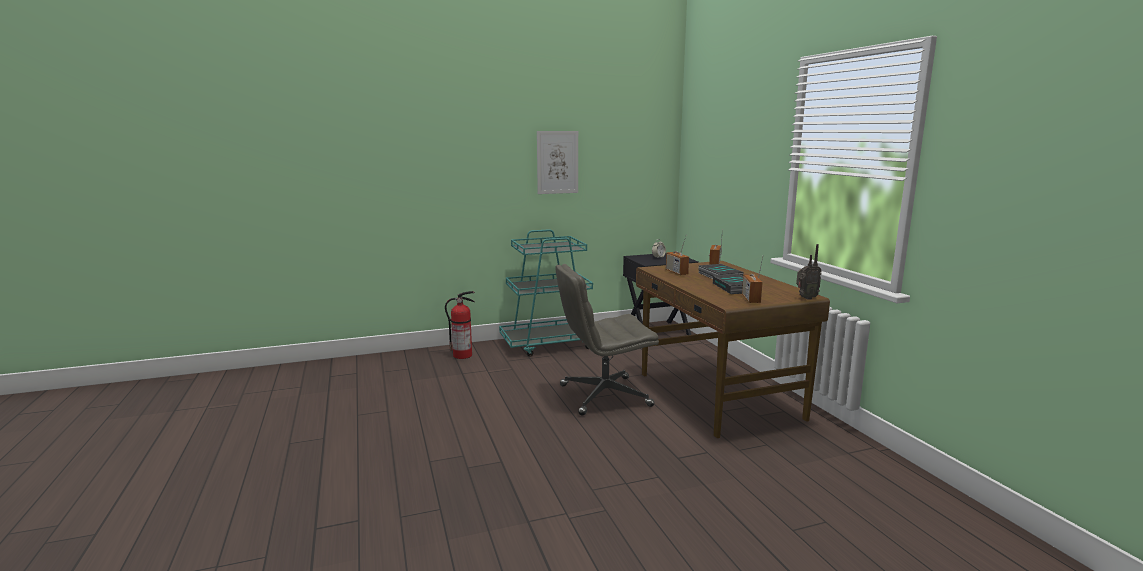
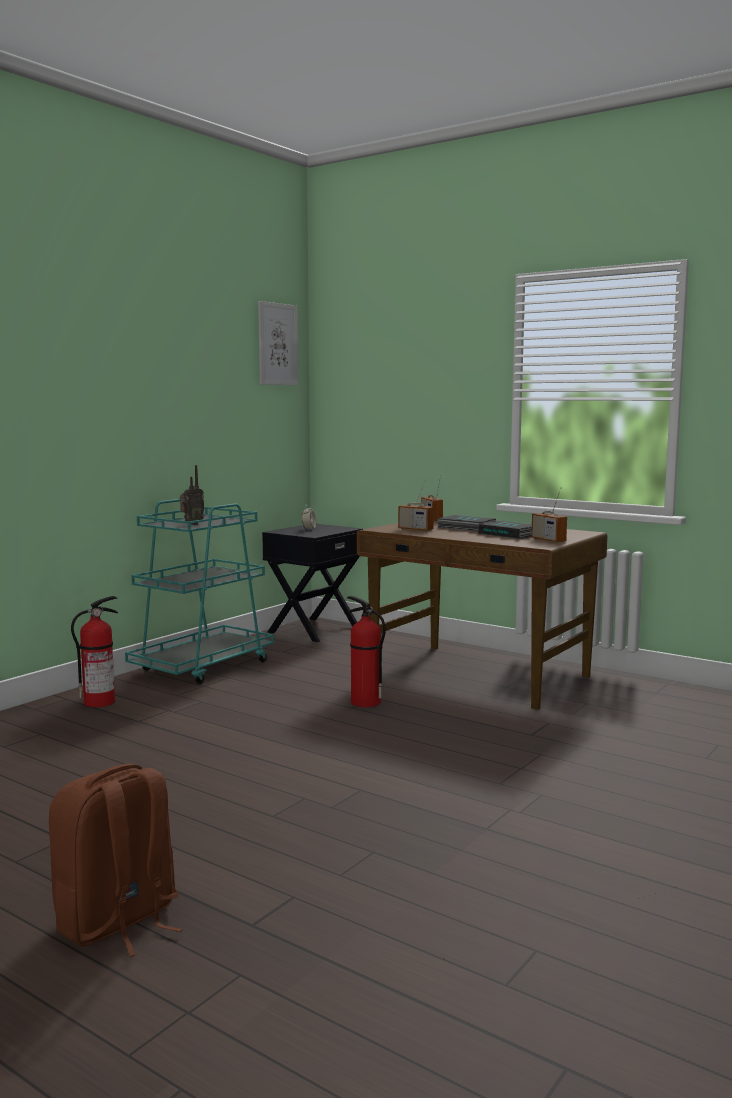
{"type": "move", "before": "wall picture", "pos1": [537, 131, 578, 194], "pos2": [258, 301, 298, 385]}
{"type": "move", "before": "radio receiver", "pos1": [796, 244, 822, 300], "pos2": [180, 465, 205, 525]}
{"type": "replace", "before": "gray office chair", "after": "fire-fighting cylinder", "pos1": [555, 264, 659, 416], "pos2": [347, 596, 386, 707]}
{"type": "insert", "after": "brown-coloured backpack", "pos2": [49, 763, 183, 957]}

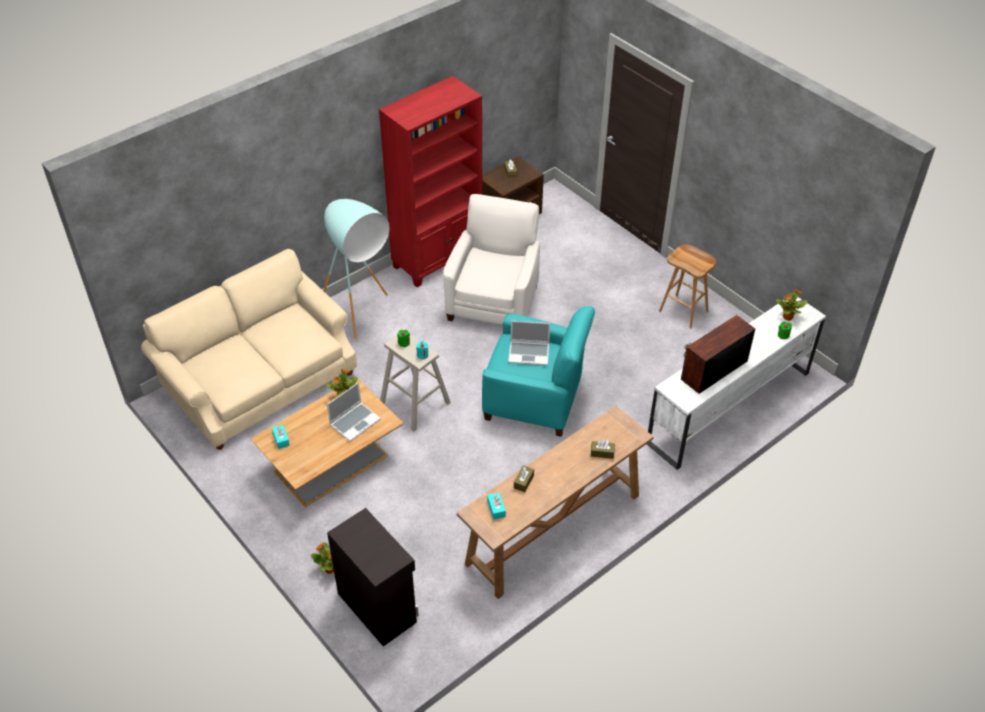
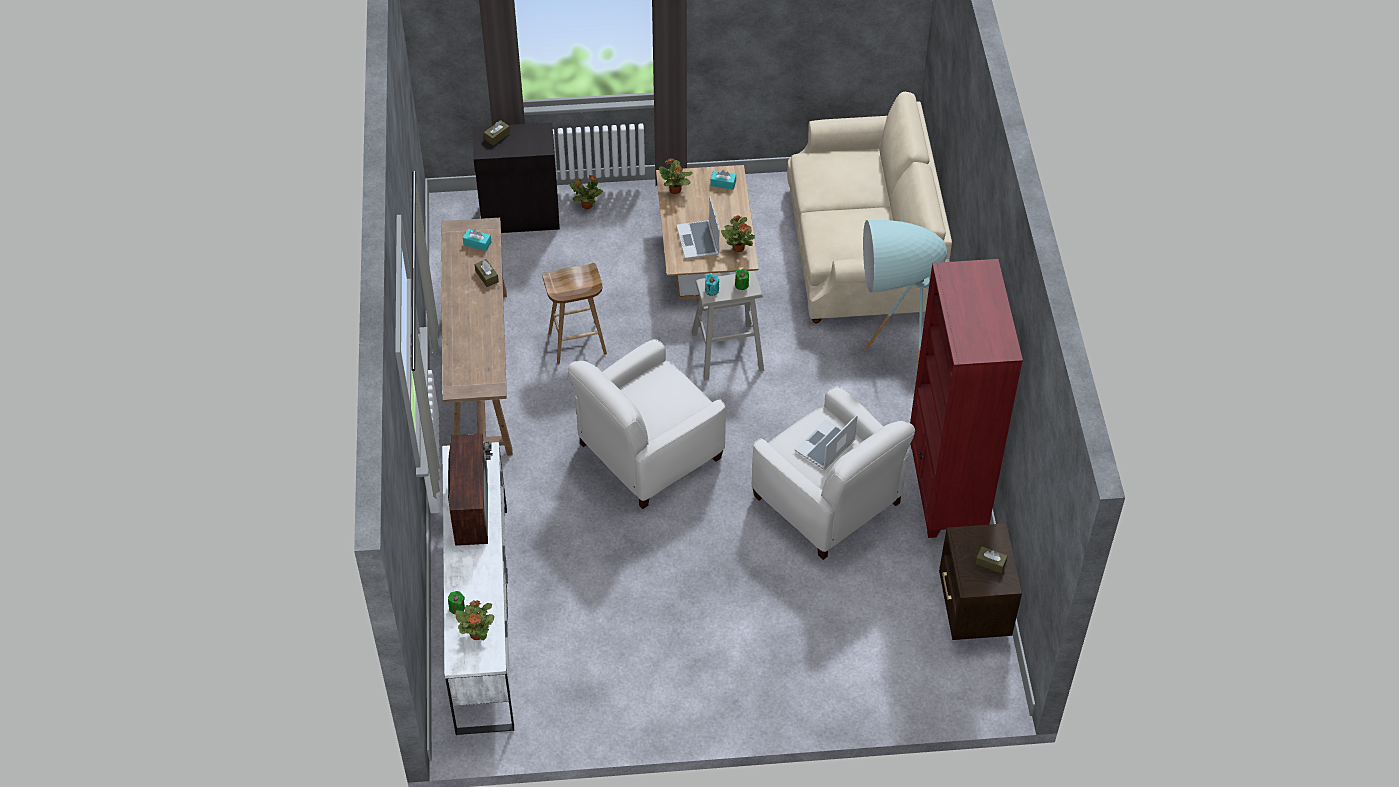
{"type": "move", "before": "brown-coloured stool seat", "pos1": [659, 245, 716, 329], "pos2": [542, 263, 607, 364]}
{"type": "recolor", "before": "turquoise armchair", "after": "white-coloured armchair", "pos1": [482, 306, 595, 437], "pos2": [568, 339, 726, 509]}
{"type": "move", "before": "portable computer", "pos1": [508, 321, 550, 366], "pos2": [795, 415, 858, 470]}
{"type": "move", "before": "brown-coloured box of tissues", "pos1": [591, 440, 615, 459], "pos2": [484, 120, 510, 146]}
{"type": "insert", "after": "plant in a pot", "pos2": [659, 158, 693, 194]}

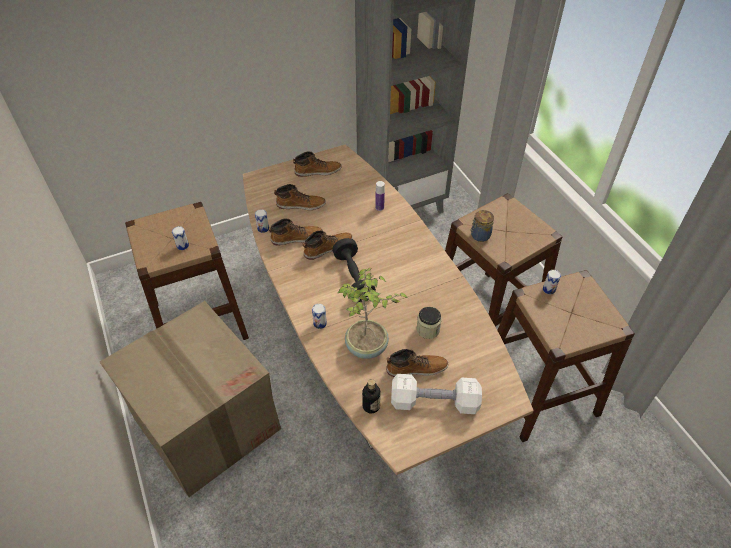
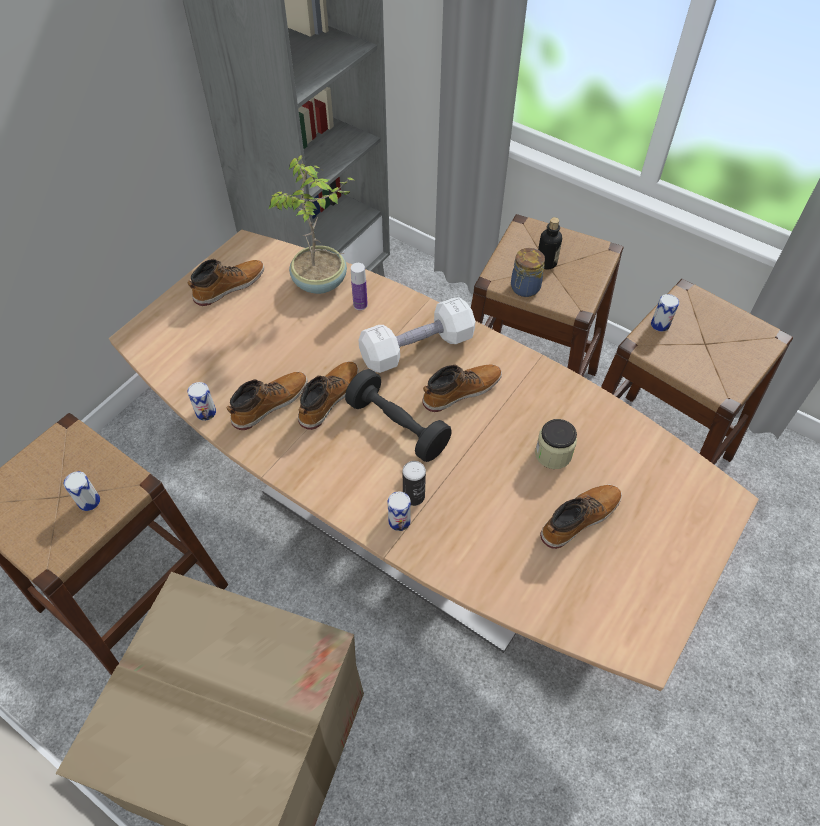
{"type": "move", "before": "tall boot", "pos1": [274, 184, 326, 210], "pos2": [422, 364, 502, 412]}
{"type": "move", "before": "plant in a pot", "pos1": [337, 268, 408, 359], "pos2": [268, 155, 356, 294]}
{"type": "move", "before": "white-coloured hand weight", "pos1": [391, 374, 482, 414], "pos2": [358, 297, 476, 373]}
{"type": "move", "before": "beverage bottle", "pos1": [362, 379, 381, 413], "pos2": [538, 217, 562, 269]}
{"type": "insert", "after": "sealed can", "pos2": [403, 461, 426, 506]}

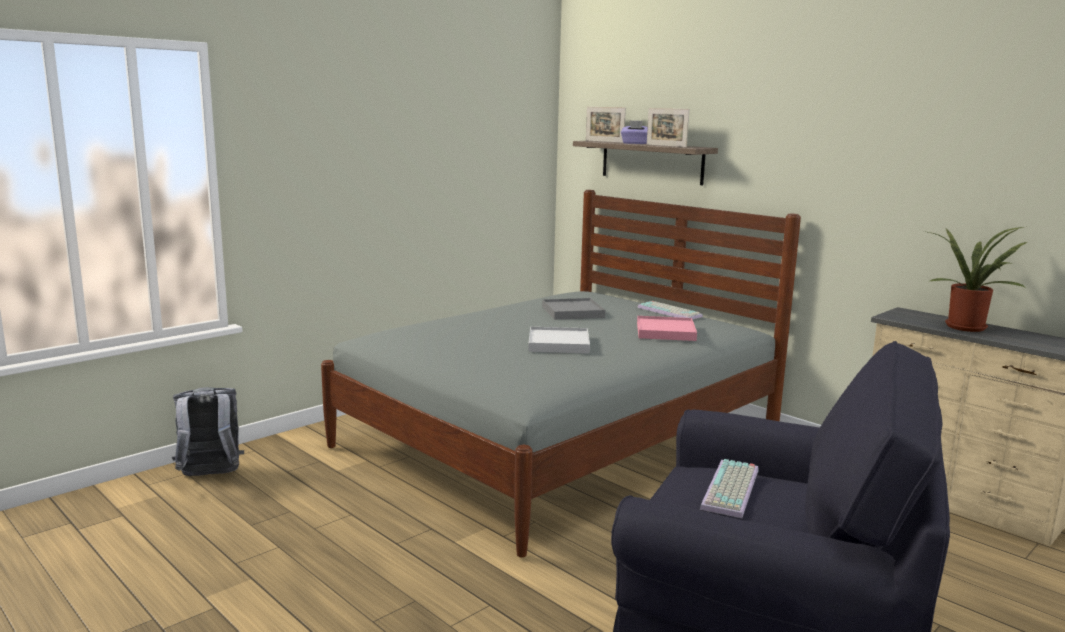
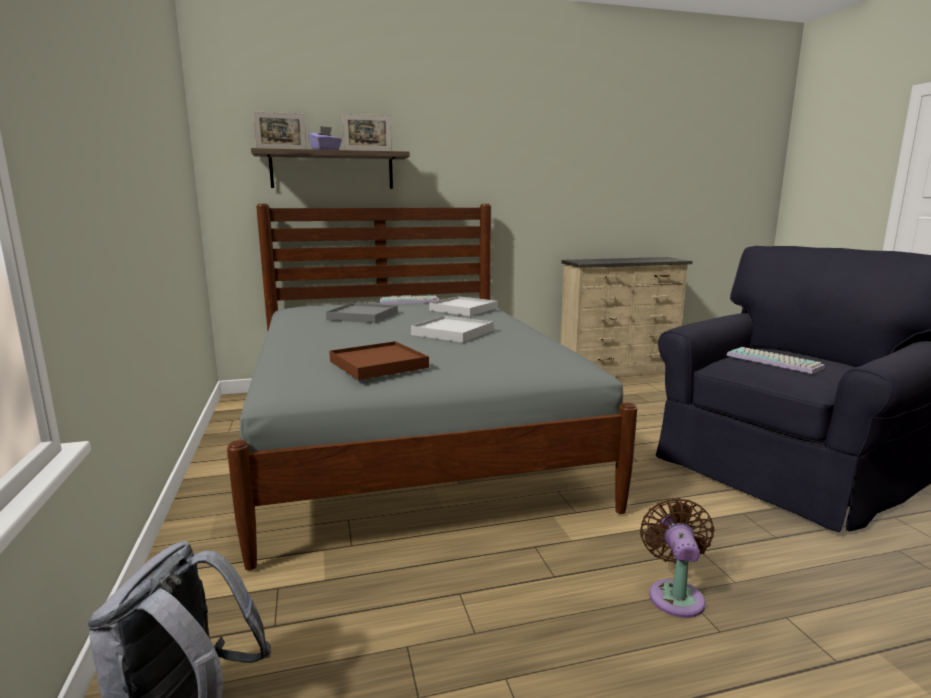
{"type": "delete", "before": "plant in a pot", "pos1": [924, 227, 1027, 332]}
{"type": "recolor", "before": "pink-coloured carrying tray", "after": "white-coloured carrying tray", "pos1": [637, 316, 697, 341], "pos2": [429, 296, 498, 316]}
{"type": "insert", "after": "brown-coloured carrying tray", "pos2": [329, 341, 429, 380]}
{"type": "insert", "after": "brown-coloured cooling fan", "pos2": [640, 498, 714, 618]}

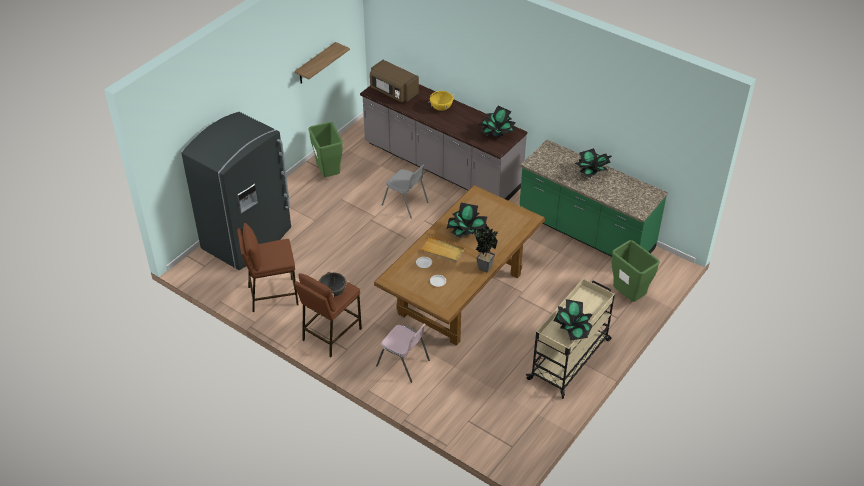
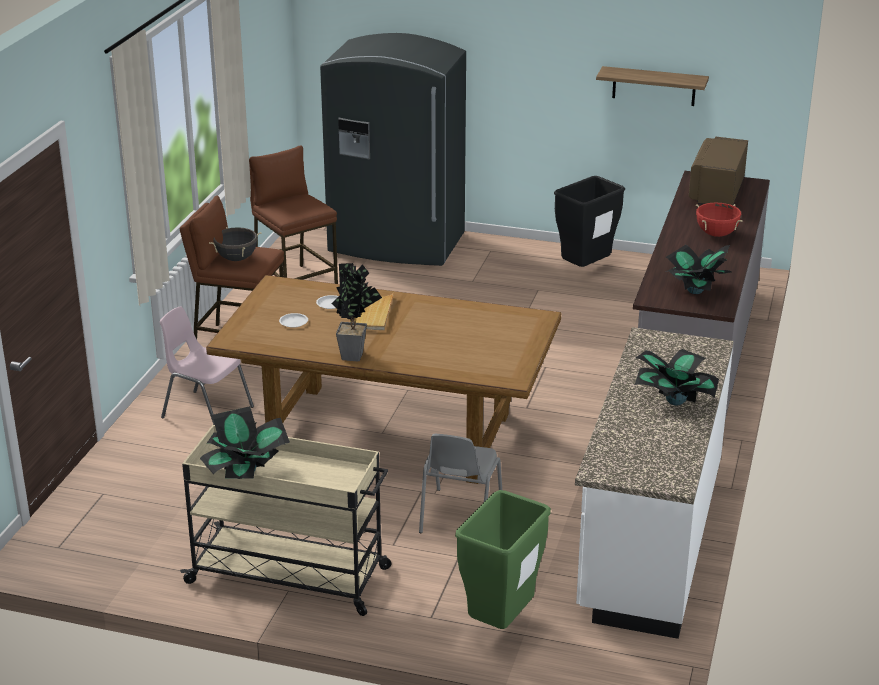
{"type": "recolor", "before": "yellow-coloured saucepot", "after": "red saucepot", "pos1": [430, 90, 455, 111], "pos2": [696, 203, 742, 237]}
{"type": "recolor", "before": "greenish waste bin", "after": "black waste bin", "pos1": [308, 122, 343, 177], "pos2": [554, 176, 625, 267]}
{"type": "recolor", "before": "greenish kitchen counter", "after": "white-coloured kitchen counter", "pos1": [519, 140, 668, 257], "pos2": [575, 327, 734, 639]}
{"type": "move", "before": "gray upright chair", "pos1": [382, 165, 429, 219], "pos2": [419, 434, 502, 533]}
{"type": "delete", "before": "plant in a pot", "pos1": [447, 203, 488, 238]}
{"type": "rotate", "before": "pink-coloured upright chair", "pos1": [376, 323, 430, 383], "pos2": [160, 306, 254, 425], "turn": 105}

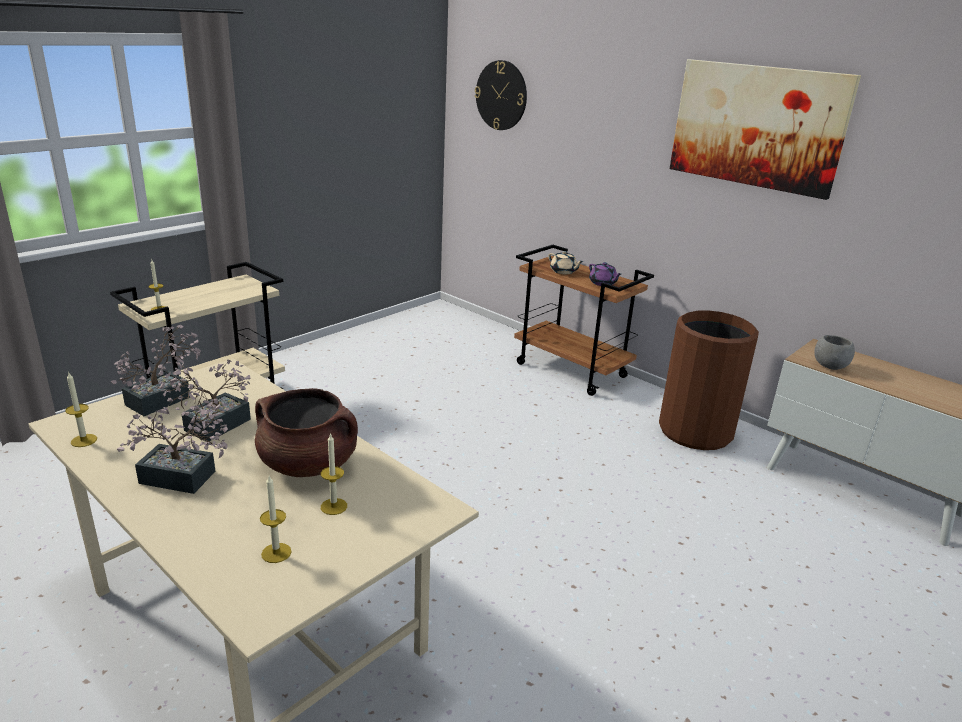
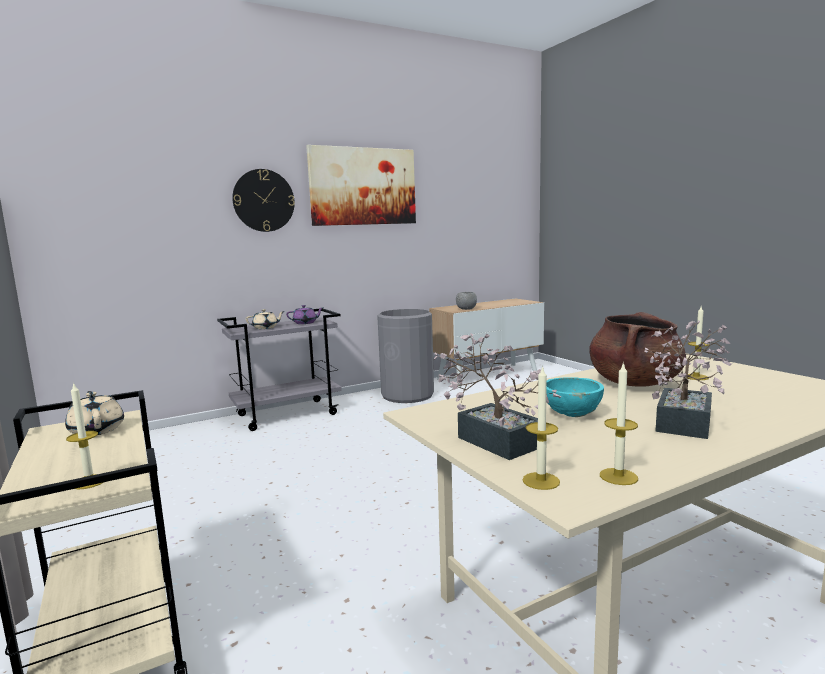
{"type": "move", "before": "wall clock", "pos1": [475, 60, 527, 130], "pos2": [232, 169, 295, 232]}
{"type": "recolor", "before": "brown-coloured wheeled cart", "after": "gray wheeled cart", "pos1": [514, 245, 654, 396], "pos2": [217, 309, 342, 431]}
{"type": "recolor", "before": "brown-coloured waste bin", "after": "gray waste bin", "pos1": [659, 311, 759, 450], "pos2": [377, 309, 434, 403]}
{"type": "replace", "before": "plant in a pot", "after": "turquoise deep dish", "pos1": [158, 360, 251, 442], "pos2": [546, 377, 604, 417]}
{"type": "move", "before": "wax candle", "pos1": [260, 476, 291, 563], "pos2": [523, 366, 560, 490]}
{"type": "insert", "after": "beige-coloured teapot", "pos2": [65, 391, 124, 435]}

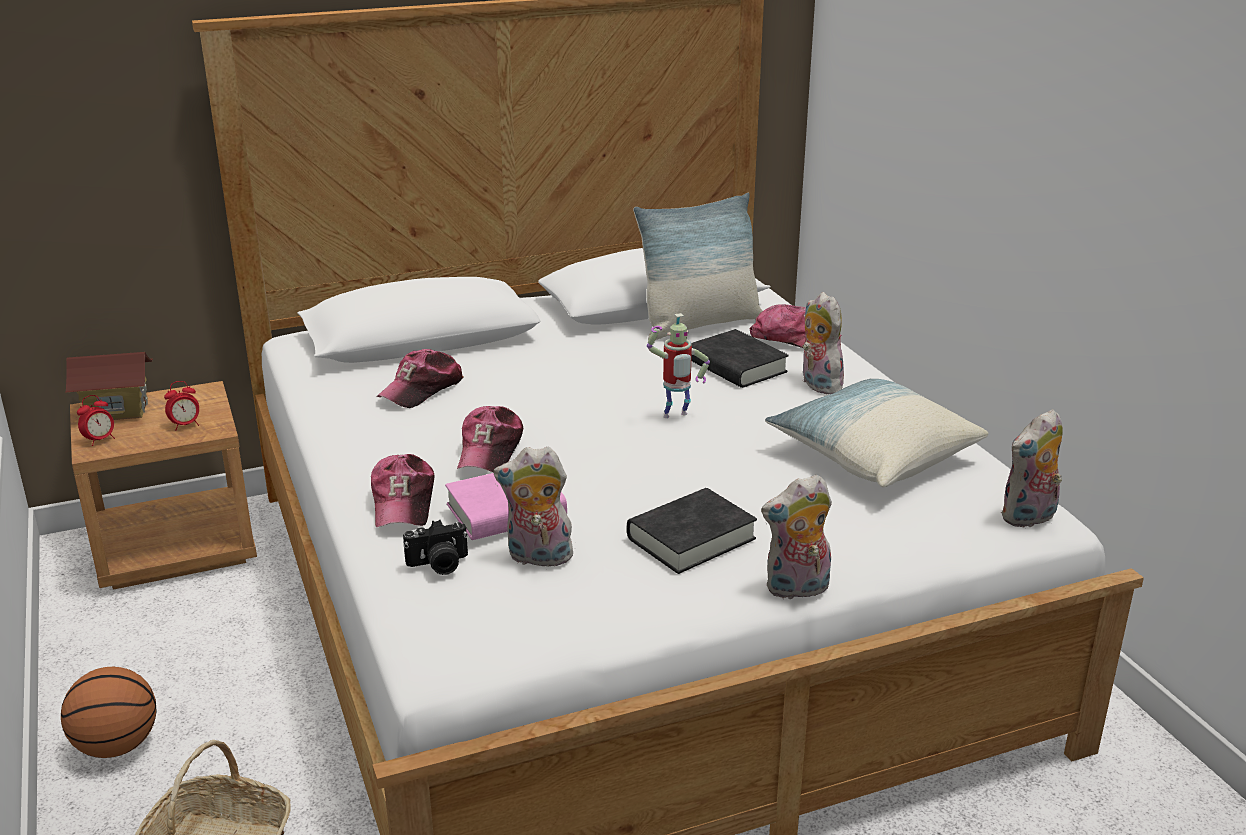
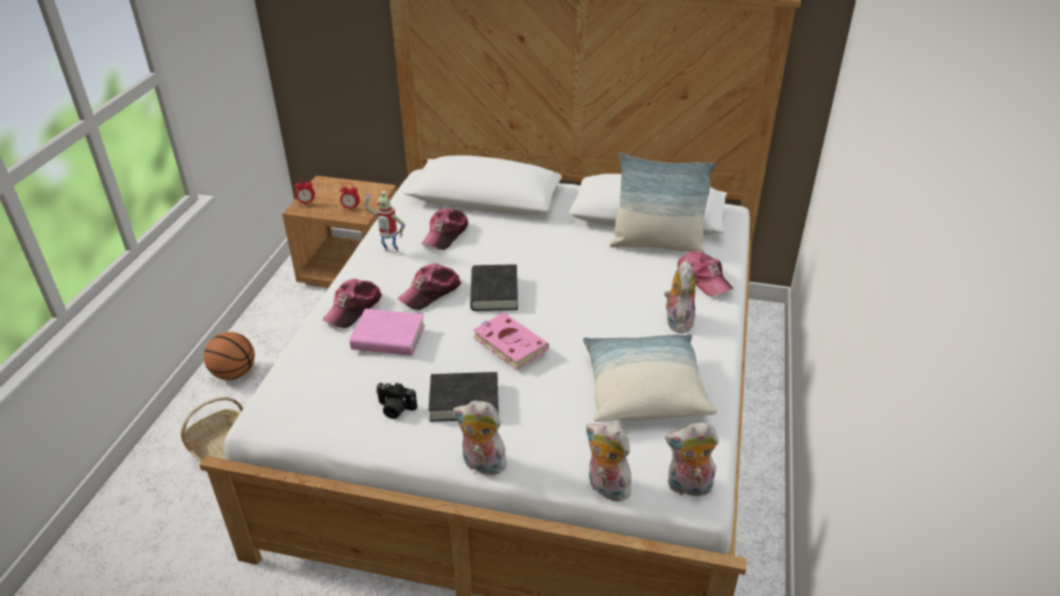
{"type": "move", "before": "toy robot", "pos1": [647, 313, 710, 418], "pos2": [364, 191, 405, 253]}
{"type": "move", "before": "black volume", "pos1": [691, 329, 789, 388], "pos2": [470, 264, 518, 311]}
{"type": "rotate", "before": "cap", "pos1": [377, 349, 464, 408], "pos2": [422, 208, 468, 250], "turn": -45}
{"type": "delete", "before": "toy house", "pos1": [65, 352, 153, 420]}
{"type": "move", "before": "cuddly toy", "pos1": [493, 447, 575, 567], "pos2": [586, 422, 631, 501]}
{"type": "move", "before": "still camera", "pos1": [403, 520, 468, 575], "pos2": [376, 382, 417, 419]}
{"type": "insert", "after": "pink-coloured volume", "pos2": [473, 312, 549, 370]}

